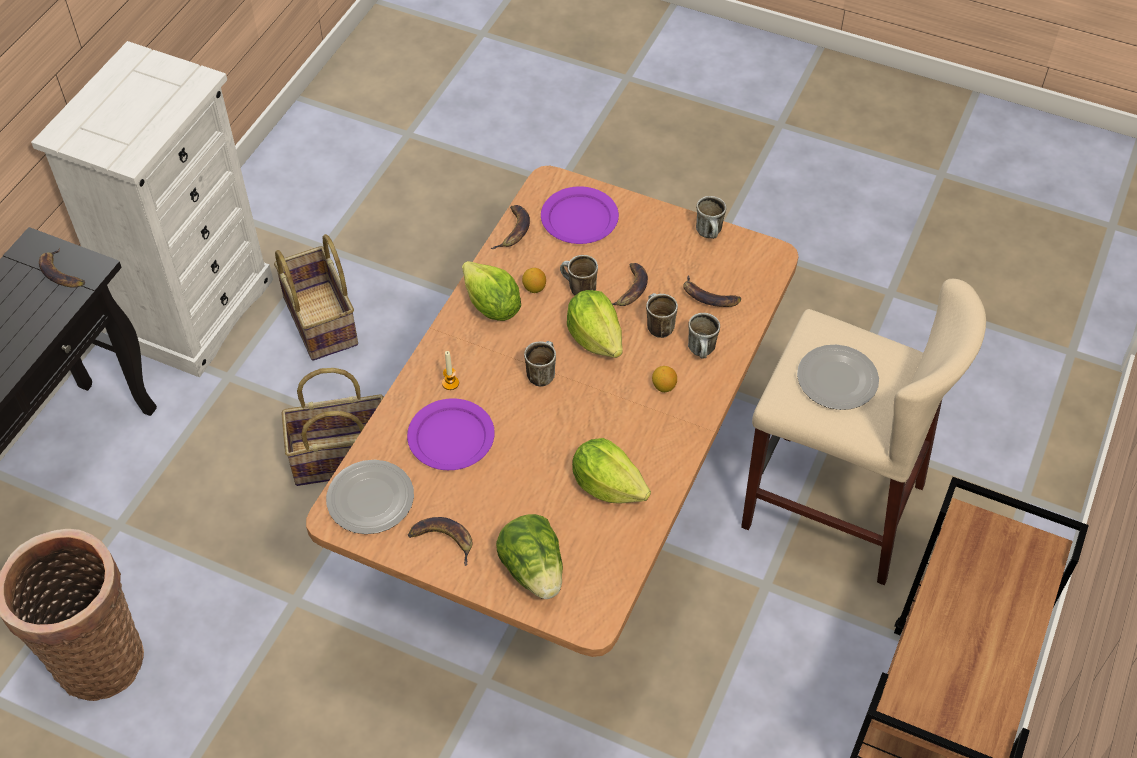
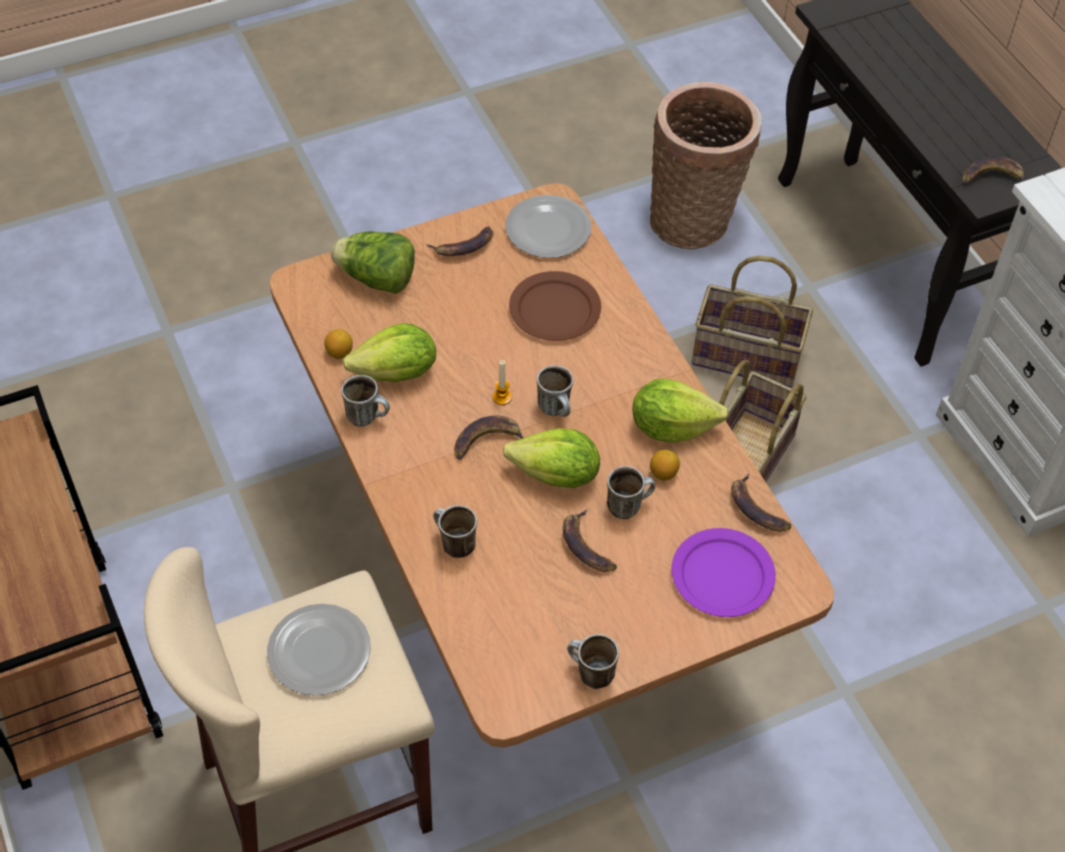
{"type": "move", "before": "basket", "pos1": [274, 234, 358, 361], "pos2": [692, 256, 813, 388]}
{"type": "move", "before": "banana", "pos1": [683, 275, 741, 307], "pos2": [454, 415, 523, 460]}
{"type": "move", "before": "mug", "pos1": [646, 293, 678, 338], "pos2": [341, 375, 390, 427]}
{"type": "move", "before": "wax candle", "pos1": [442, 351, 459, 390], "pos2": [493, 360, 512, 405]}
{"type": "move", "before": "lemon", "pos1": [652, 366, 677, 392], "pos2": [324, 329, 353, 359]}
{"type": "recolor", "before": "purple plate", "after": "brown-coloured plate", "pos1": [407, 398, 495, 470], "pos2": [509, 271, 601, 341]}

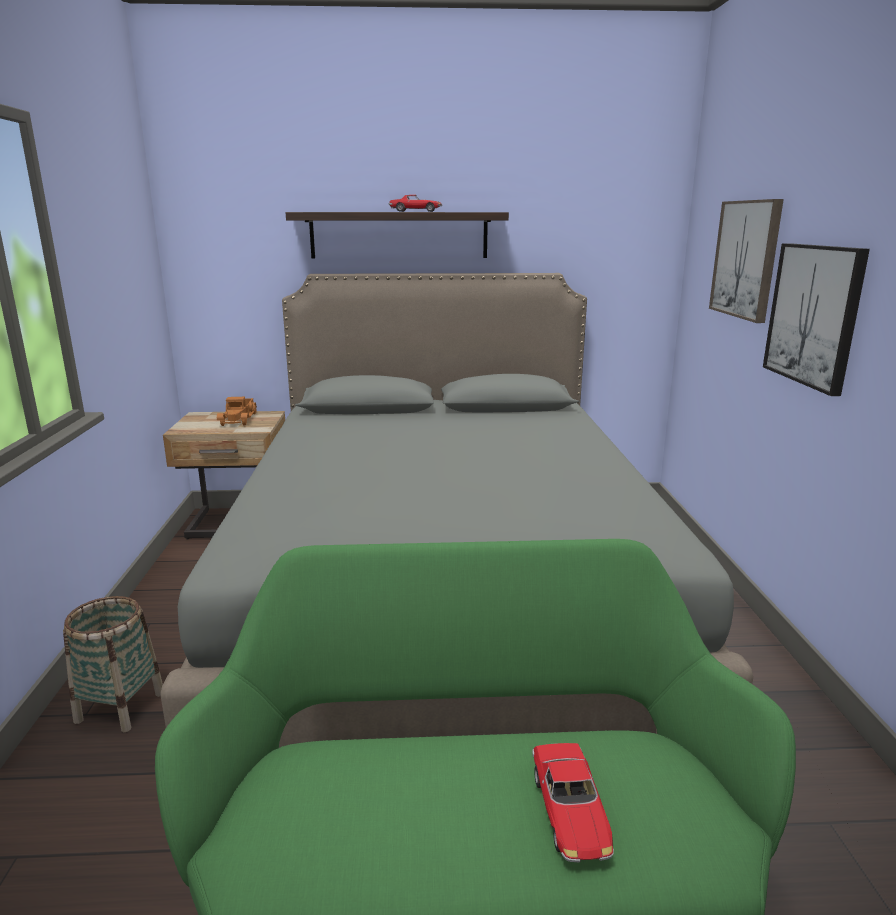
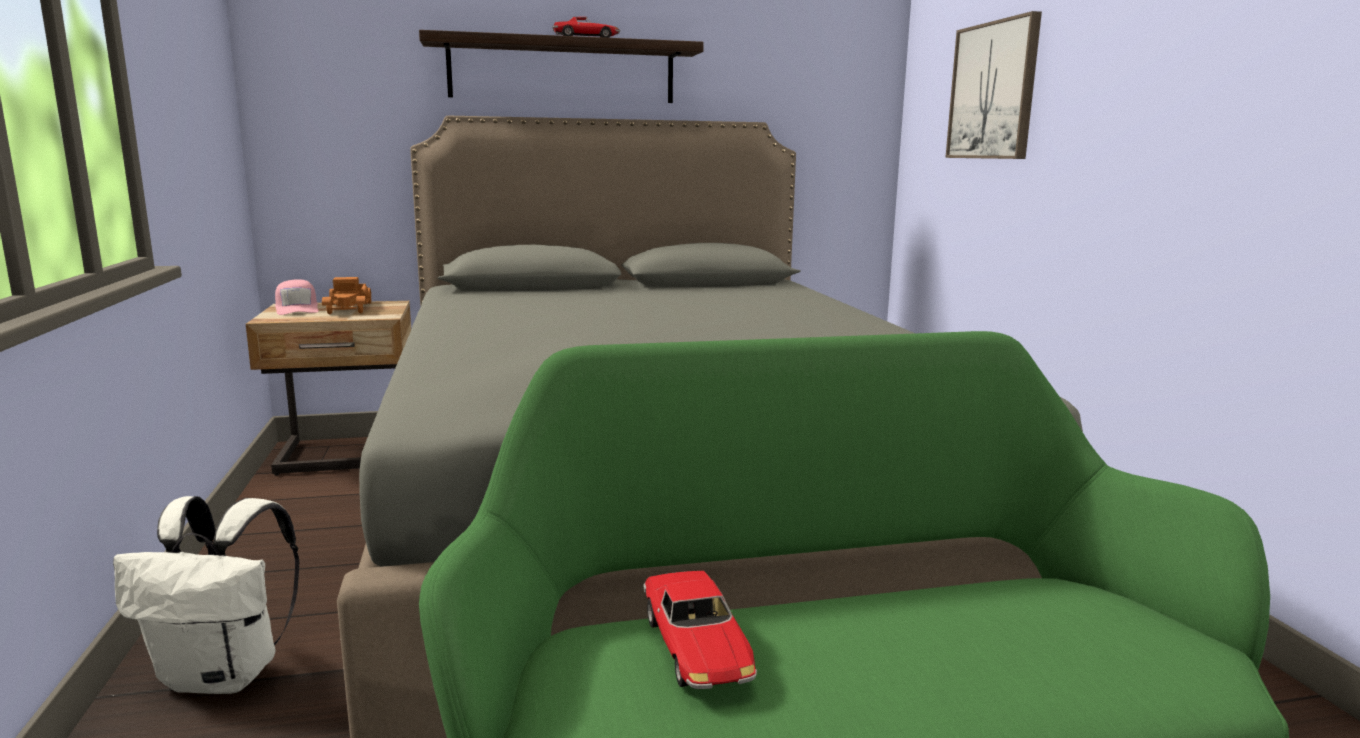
{"type": "delete", "before": "wall picture", "pos1": [763, 243, 870, 396]}
{"type": "replace", "before": "basket", "after": "white-coloured backpack", "pos1": [63, 596, 163, 732], "pos2": [113, 496, 300, 694]}
{"type": "move", "before": "toy car", "pos1": [532, 743, 614, 862], "pos2": [644, 571, 757, 689]}
{"type": "insert", "after": "pink-coloured cap", "pos2": [275, 279, 319, 315]}

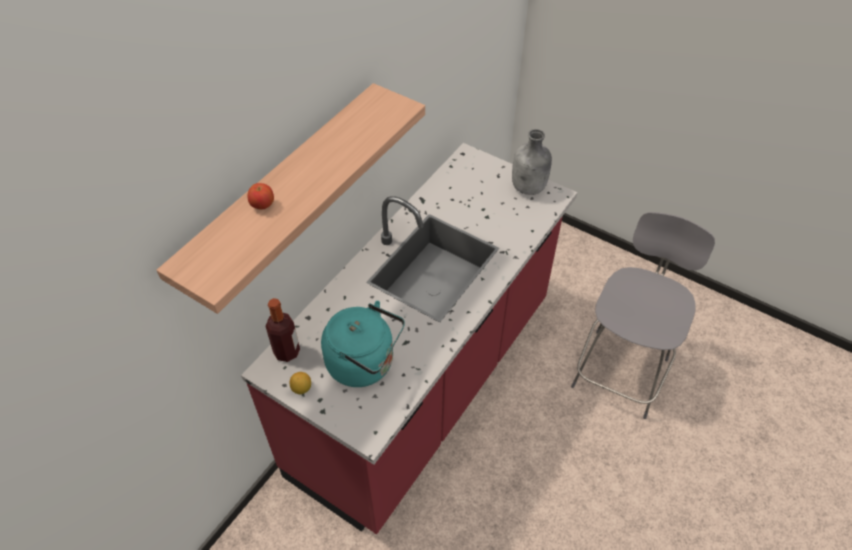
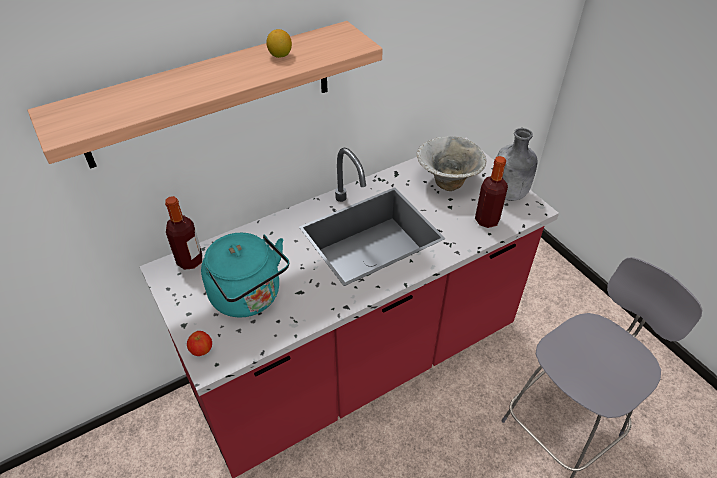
{"type": "move", "before": "apple fruit", "pos1": [247, 183, 274, 210], "pos2": [187, 331, 212, 356]}
{"type": "move", "before": "lemon", "pos1": [290, 372, 311, 394], "pos2": [266, 29, 292, 58]}
{"type": "insert", "after": "deep dish", "pos2": [416, 136, 487, 191]}
{"type": "insert", "after": "beverage bottle", "pos2": [475, 156, 508, 228]}

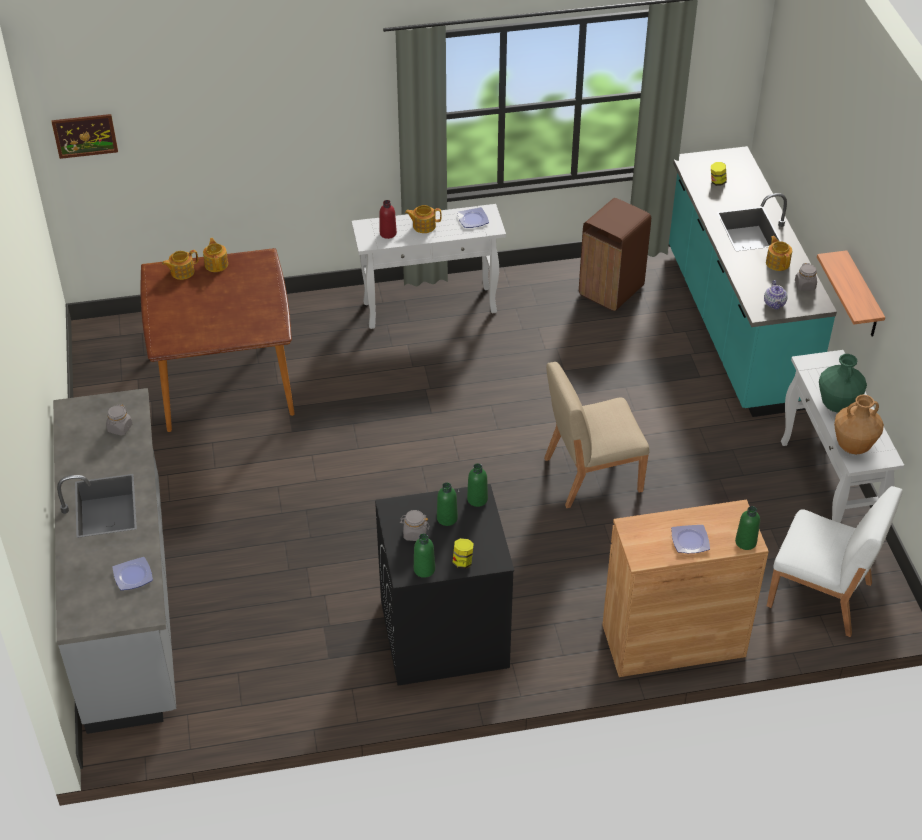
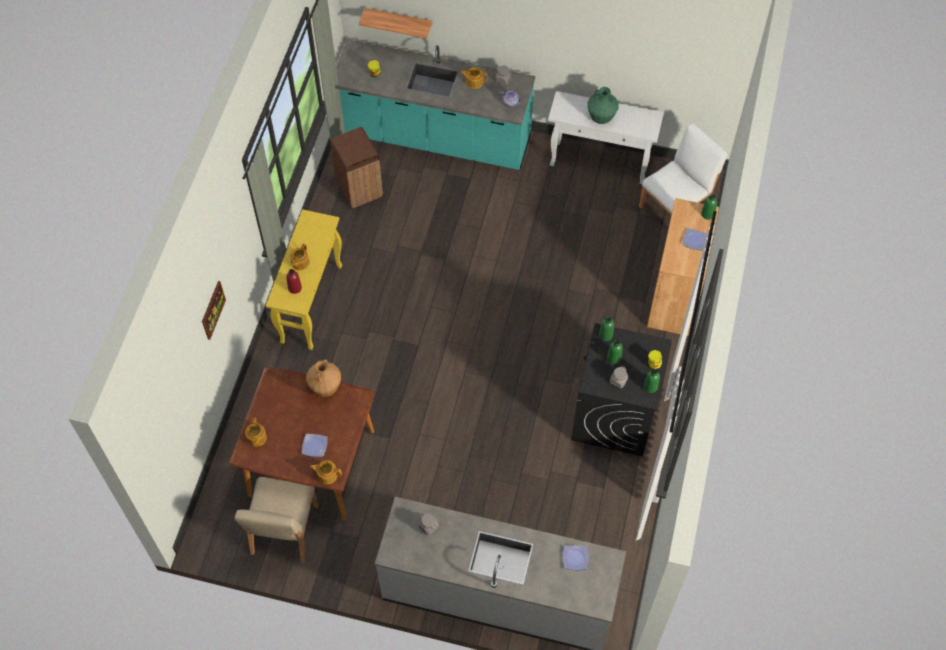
{"type": "move", "before": "wall picture", "pos1": [51, 114, 118, 159], "pos2": [202, 281, 226, 340]}
{"type": "recolor", "before": "white-coloured hall table", "after": "yellow-coloured hall table", "pos1": [352, 204, 506, 329], "pos2": [266, 209, 342, 350]}
{"type": "move", "before": "plate", "pos1": [457, 207, 489, 228], "pos2": [302, 434, 328, 457]}
{"type": "move", "before": "teapot", "pos1": [203, 238, 228, 272], "pos2": [310, 460, 342, 485]}
{"type": "move", "before": "wall shelf", "pos1": [817, 250, 885, 337], "pos2": [359, 8, 433, 38]}
{"type": "move", "before": "beige-coloured upright chair", "pos1": [544, 362, 649, 508], "pos2": [234, 477, 318, 563]}
{"type": "move", "before": "brown-coloured decorative vase", "pos1": [834, 395, 884, 454], "pos2": [306, 359, 341, 397]}

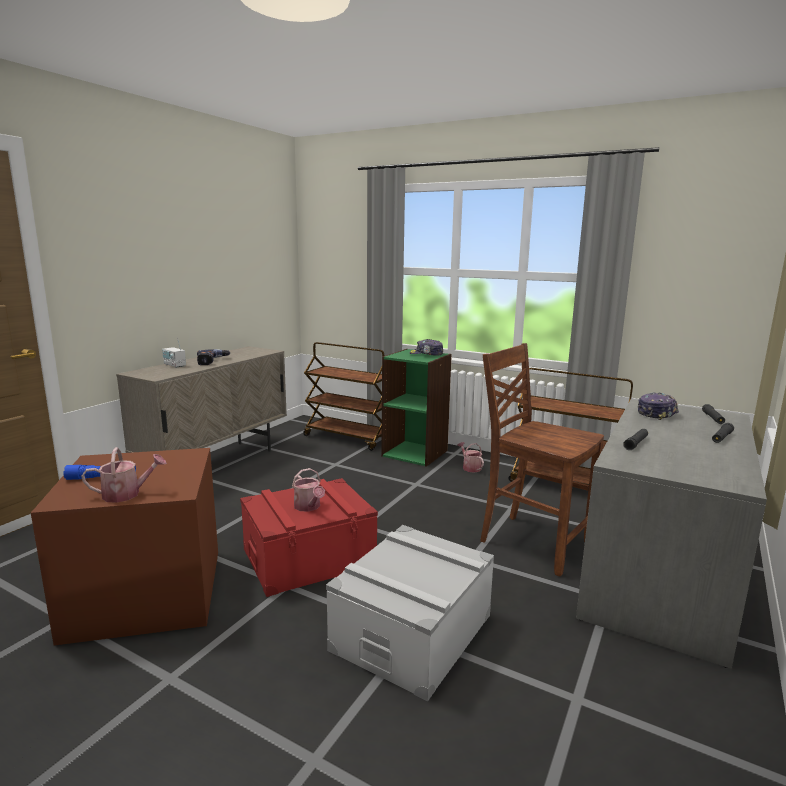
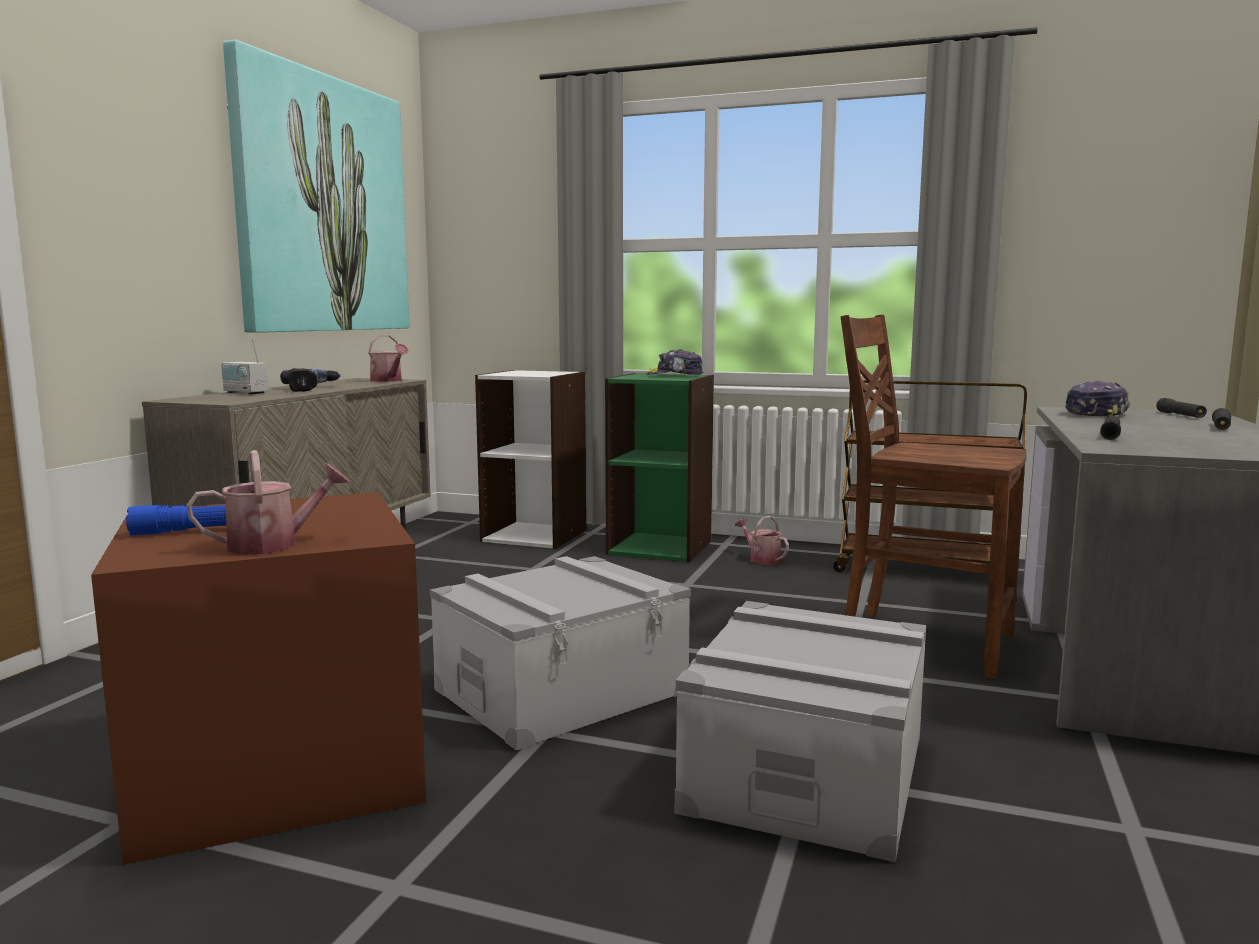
{"type": "replace", "before": "brown-coloured wheeled cart", "after": "white-coloured bookcase", "pos1": [303, 342, 384, 451], "pos2": [475, 370, 587, 549]}
{"type": "move", "before": "sprinkling can", "pos1": [292, 468, 325, 512], "pos2": [368, 335, 408, 382]}
{"type": "recolor", "before": "red storage bin", "after": "gray storage bin", "pos1": [240, 478, 378, 597], "pos2": [430, 556, 691, 751]}
{"type": "insert", "after": "wall picture", "pos2": [223, 39, 409, 333]}

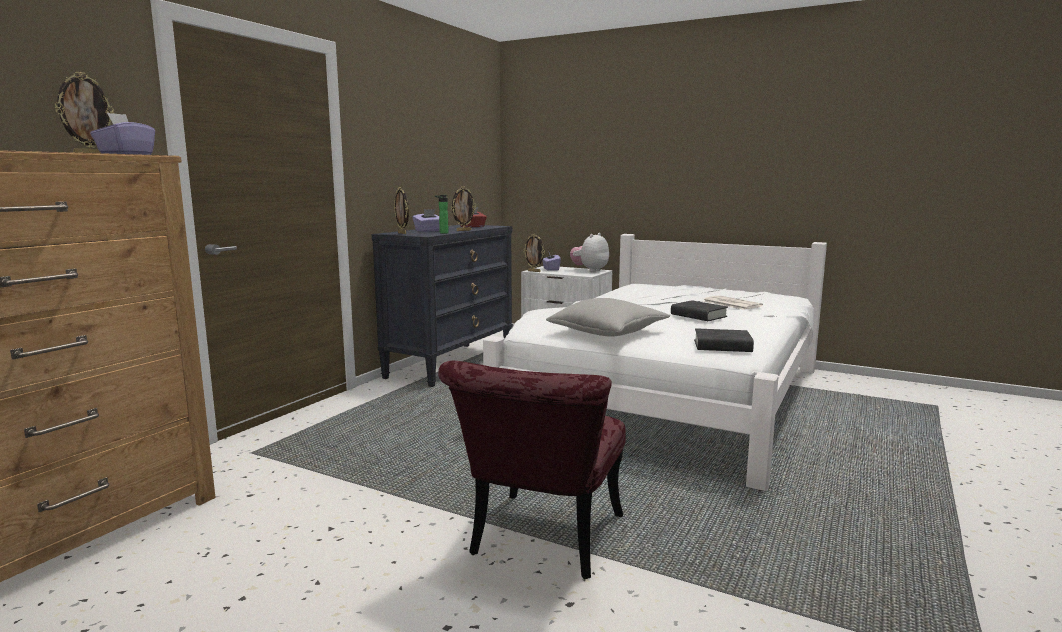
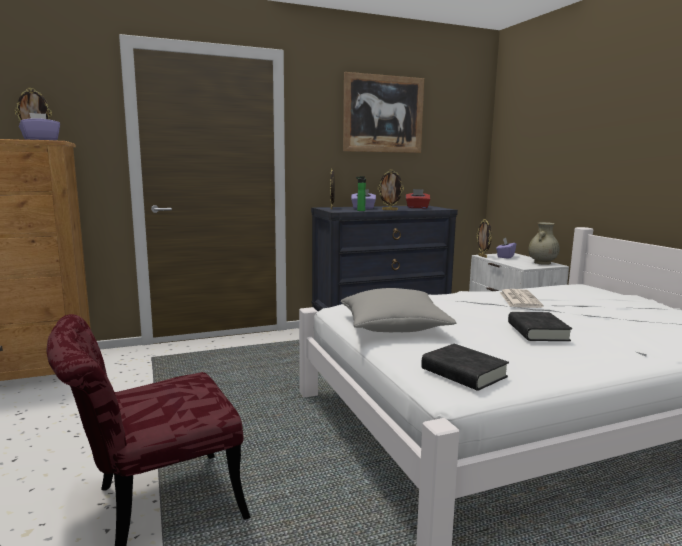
{"type": "replace", "before": "cuddly toy", "after": "beige-coloured decorative vase", "pos1": [570, 233, 609, 272], "pos2": [528, 222, 560, 265]}
{"type": "move", "before": "newspaper", "pos1": [703, 295, 763, 310], "pos2": [499, 289, 544, 308]}
{"type": "insert", "after": "wall picture", "pos2": [343, 72, 424, 153]}

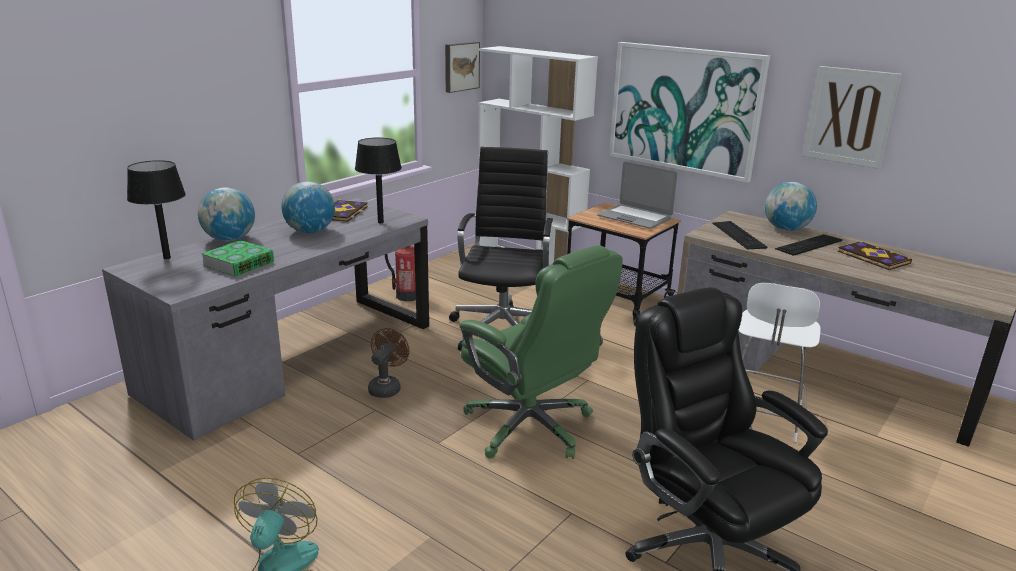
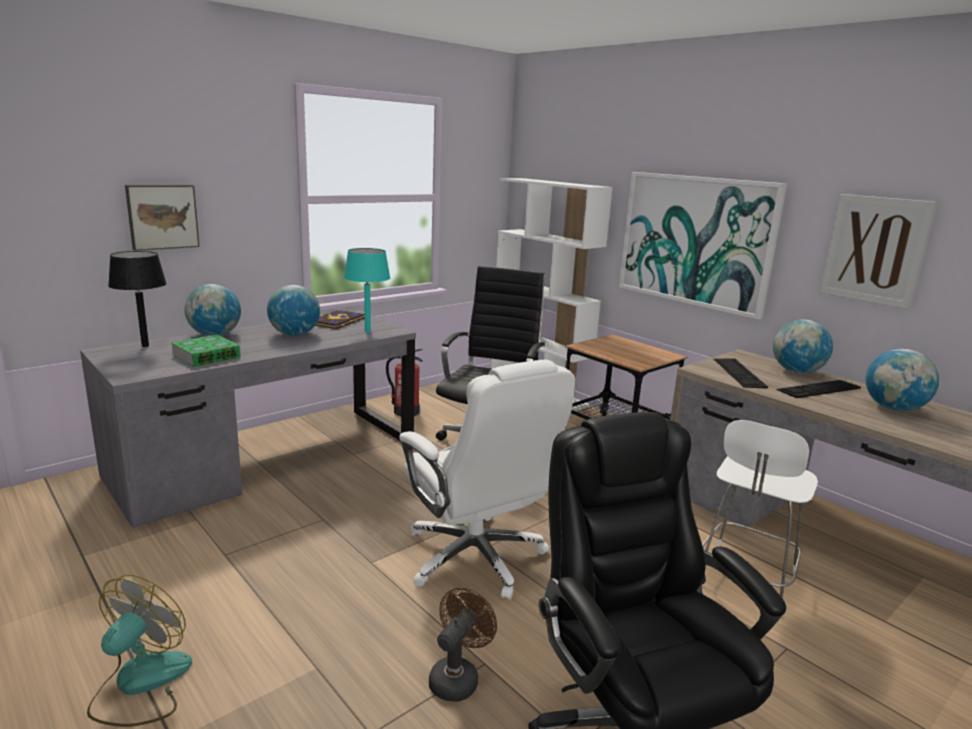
{"type": "move", "before": "wall picture", "pos1": [445, 42, 480, 93], "pos2": [125, 185, 200, 251]}
{"type": "recolor", "before": "black table lamp", "after": "turquoise table lamp", "pos1": [355, 138, 402, 223], "pos2": [344, 248, 390, 333]}
{"type": "delete", "before": "portable computer", "pos1": [597, 162, 677, 228]}
{"type": "replace", "before": "volume", "after": "globe", "pos1": [838, 241, 912, 270], "pos2": [865, 349, 939, 411]}
{"type": "recolor", "before": "greenish office chair", "after": "white-coloured office chair", "pos1": [459, 245, 623, 459], "pos2": [399, 360, 575, 600]}
{"type": "move", "before": "brown-coloured cooling fan", "pos1": [368, 328, 410, 398], "pos2": [429, 588, 497, 702]}

